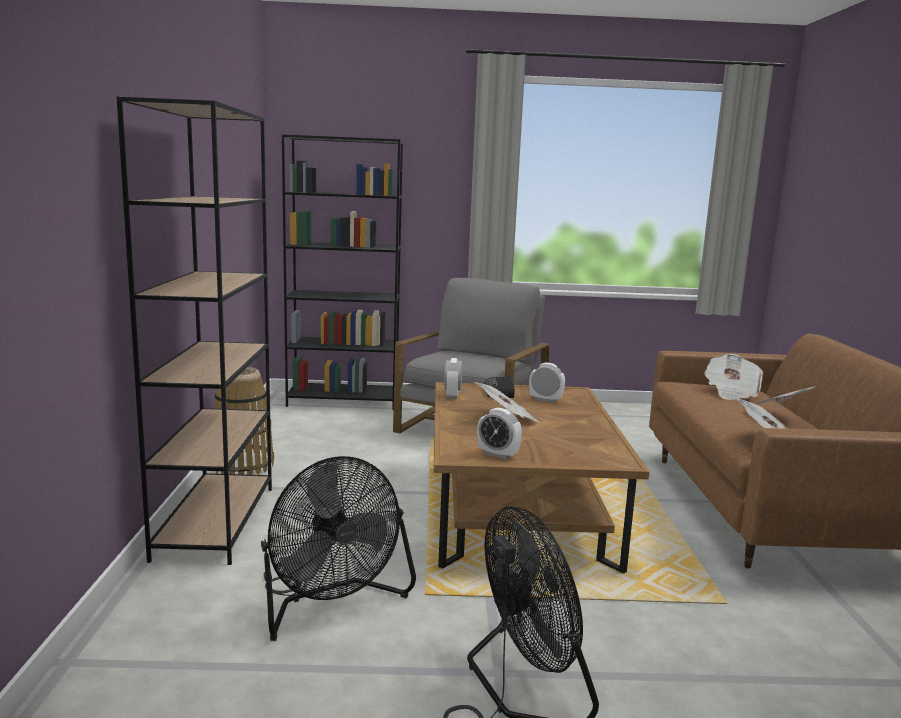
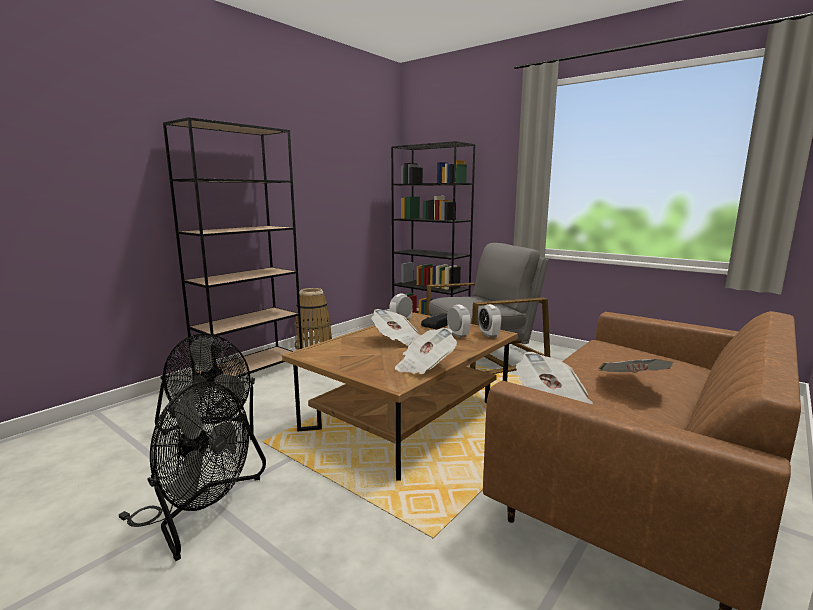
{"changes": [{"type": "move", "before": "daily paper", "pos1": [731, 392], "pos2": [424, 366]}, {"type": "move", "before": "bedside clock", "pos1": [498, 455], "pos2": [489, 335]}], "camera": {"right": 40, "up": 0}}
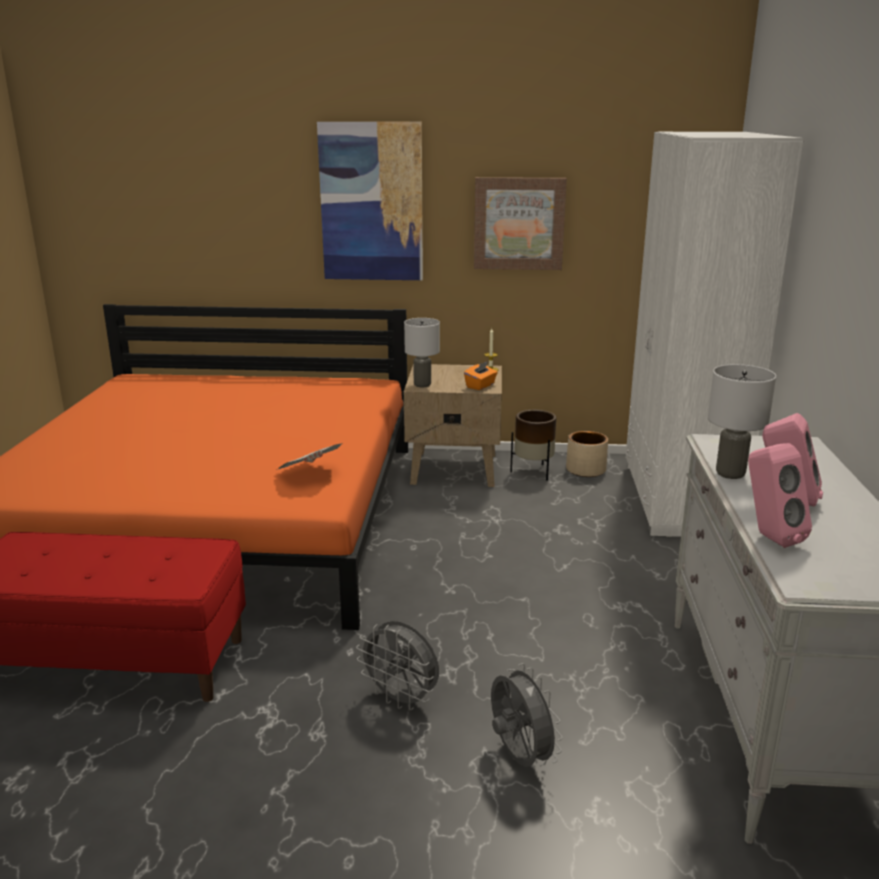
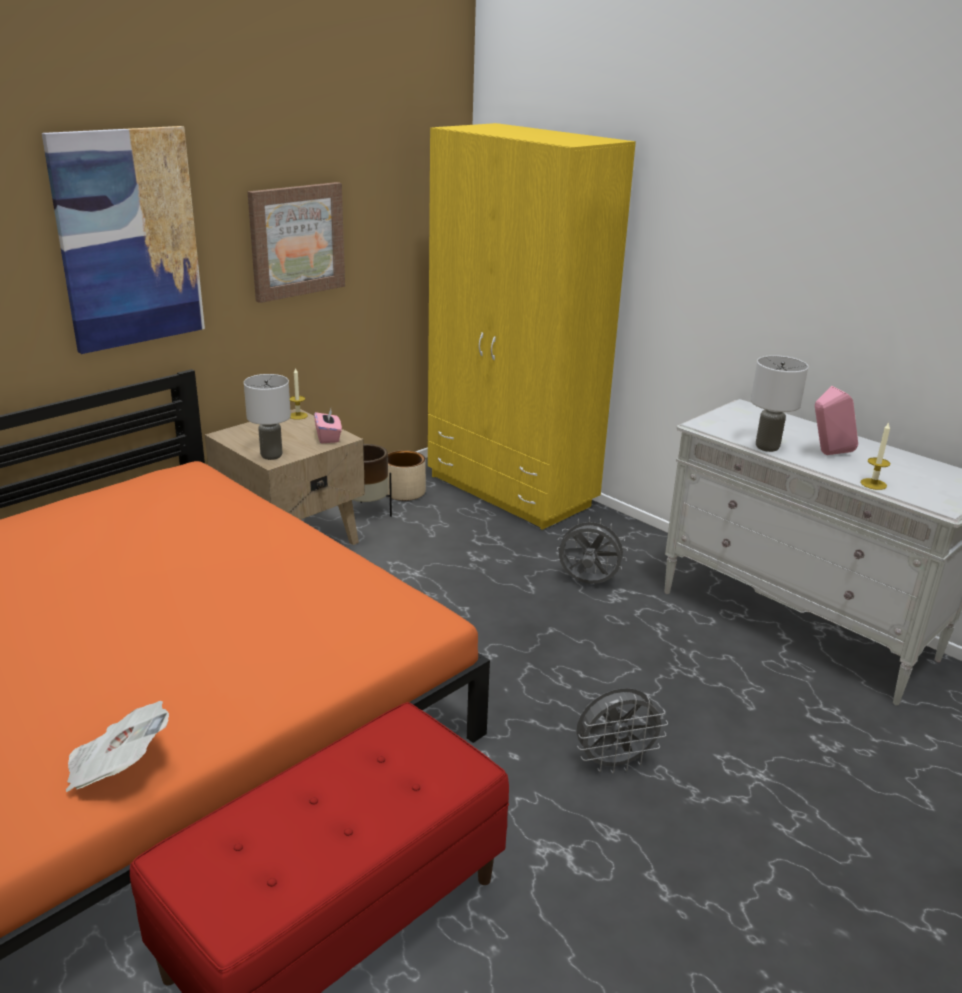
{"changes": [{"type": "recolor", "before": "white-coloured armoire", "after": "yellow armoire", "pos1": [677, 500], "pos2": [511, 491]}, {"type": "recolor", "before": "orange tissue holder", "after": "pinkish tissue holder", "pos1": [480, 386], "pos2": [328, 437]}, {"type": "move", "before": "daily paper", "pos1": [310, 473], "pos2": [118, 767]}, {"type": "replace", "before": "pinkish speaker", "after": "wax candle", "pos1": [768, 537], "pos2": [873, 484]}, {"type": "move", "before": "greyish fan", "pos1": [518, 757], "pos2": [587, 583]}], "camera": {"right": -50, "up": 5}}
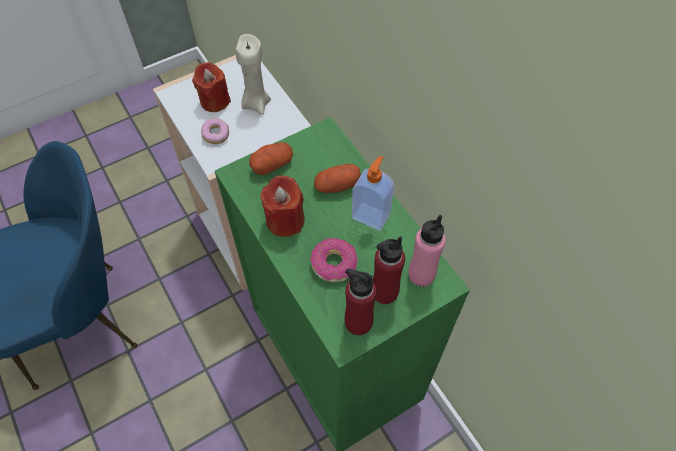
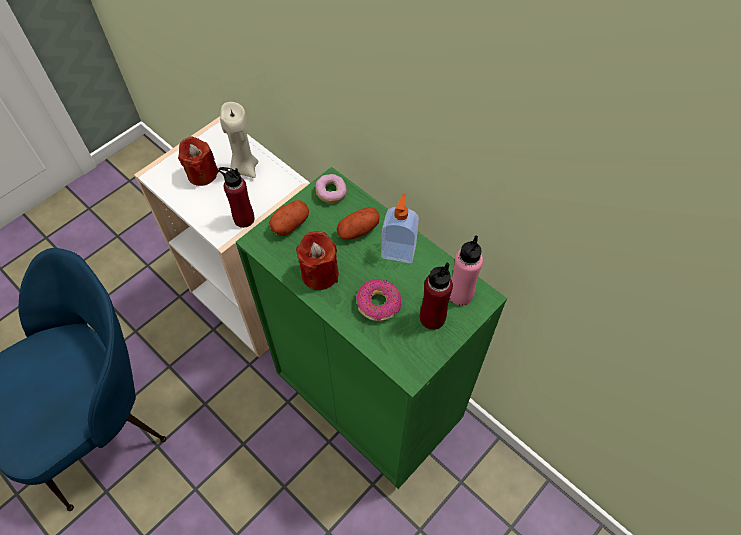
{"changes": [{"type": "move", "before": "ring doughnut", "pos1": [216, 135], "pos2": [331, 193]}, {"type": "move", "before": "reddish beverage bottle", "pos1": [358, 322], "pos2": [244, 219]}], "camera": {"right": -15, "up": 0}}
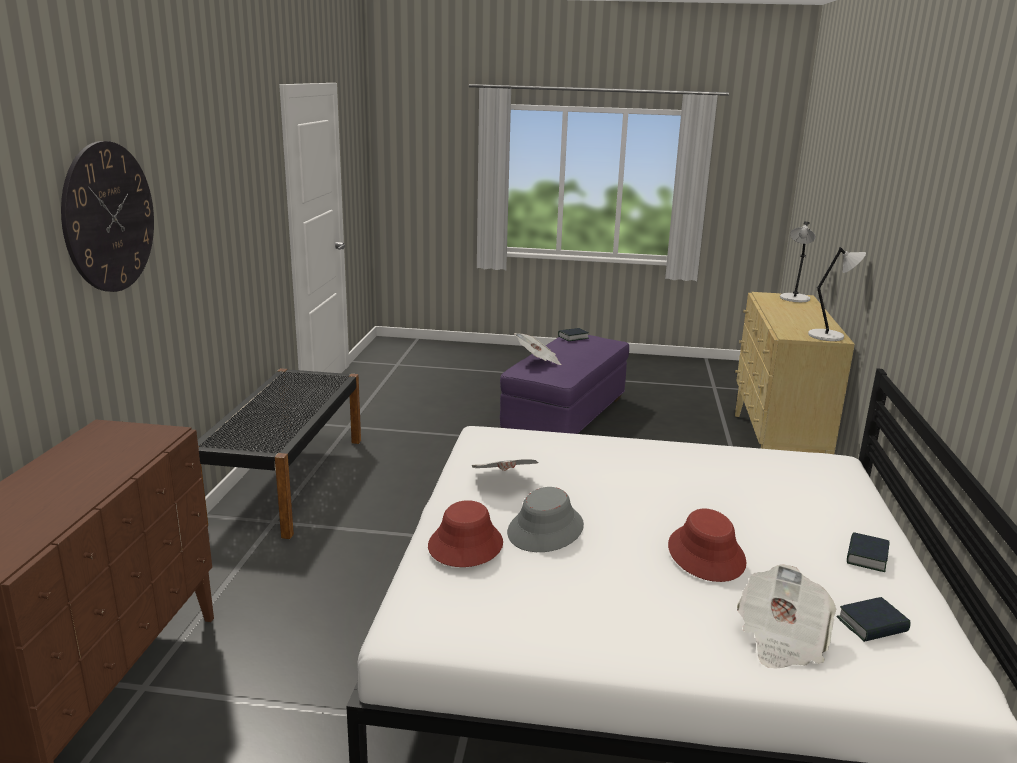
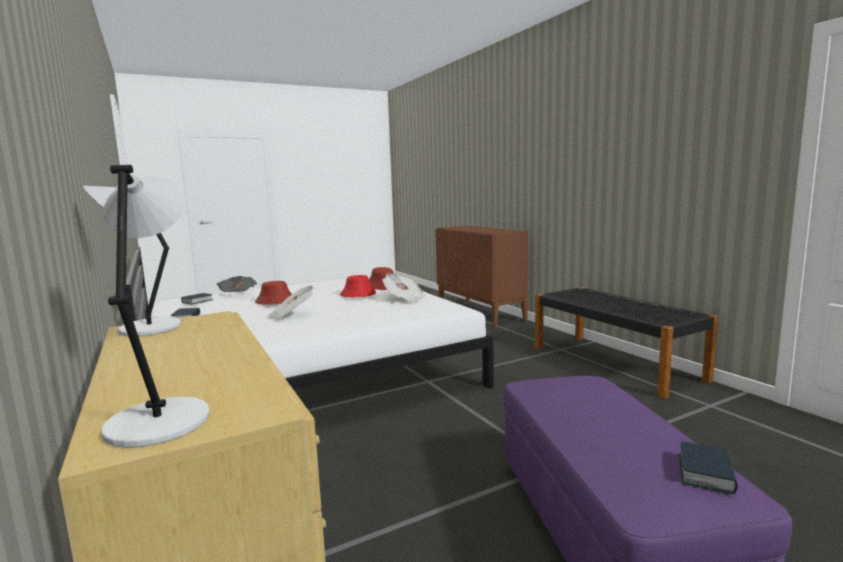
{"changes": [{"type": "delete", "before": "wall clock", "pos1": [109, 217]}, {"type": "move", "before": "daily paper", "pos1": [538, 361], "pos2": [291, 315]}, {"type": "recolor", "before": "greyish wearable hat", "after": "reddish wearable hat", "pos1": [546, 529], "pos2": [358, 294]}], "camera": {"right": 145, "up": -10}}
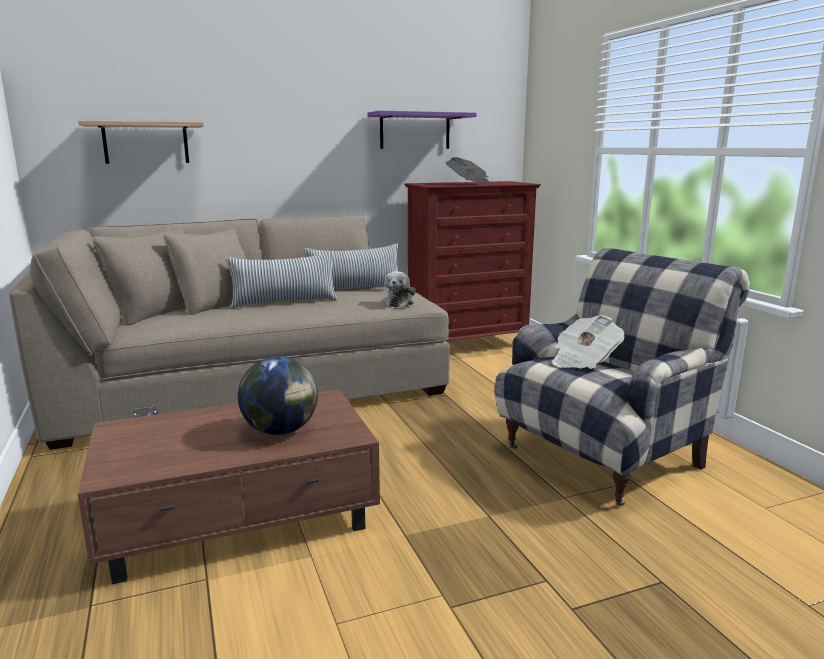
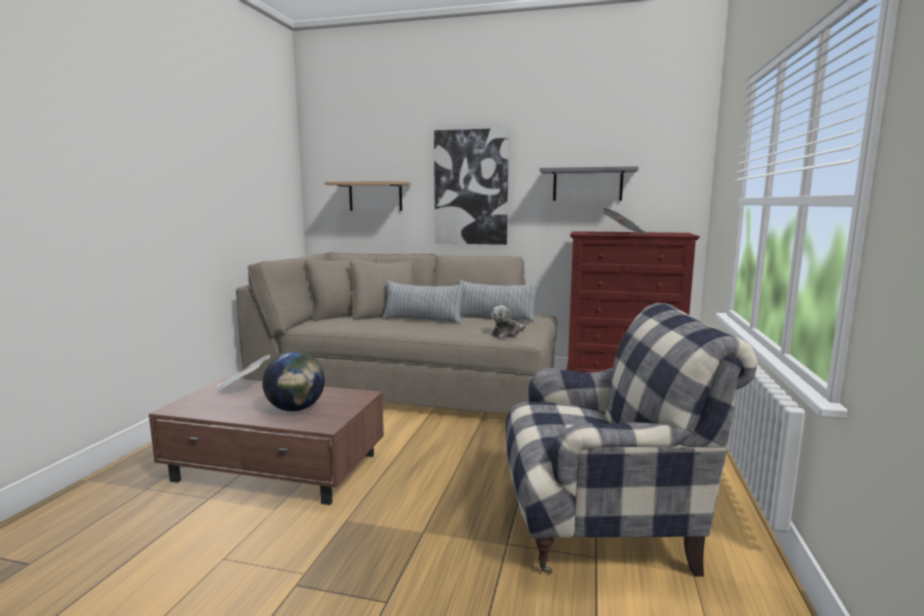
{"changes": [{"type": "recolor", "before": "purple shelf", "after": "greyish shelf", "pos1": [415, 131], "pos2": [587, 185]}, {"type": "move", "before": "daily paper", "pos1": [583, 360], "pos2": [242, 387]}, {"type": "insert", "after": "picture", "pos2": [471, 187]}], "camera": {"right": 35, "up": -5}}
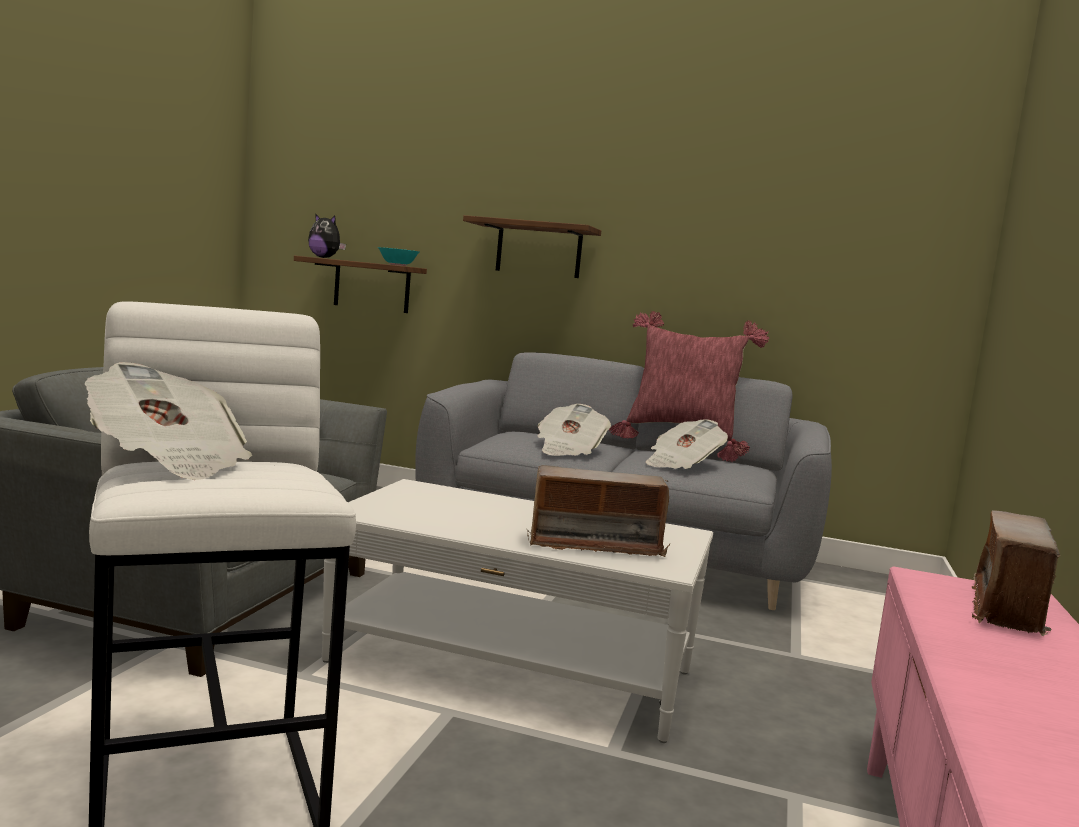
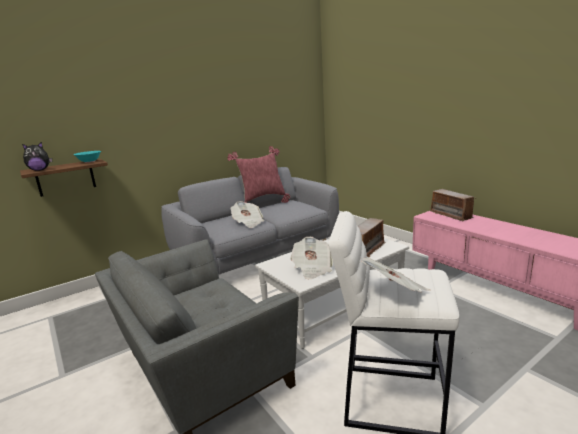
{"changes": [{"type": "delete", "before": "shelf", "pos1": [539, 250]}, {"type": "move", "before": "daily paper", "pos1": [681, 465], "pos2": [312, 268]}], "camera": {"right": -50, "up": 10}}
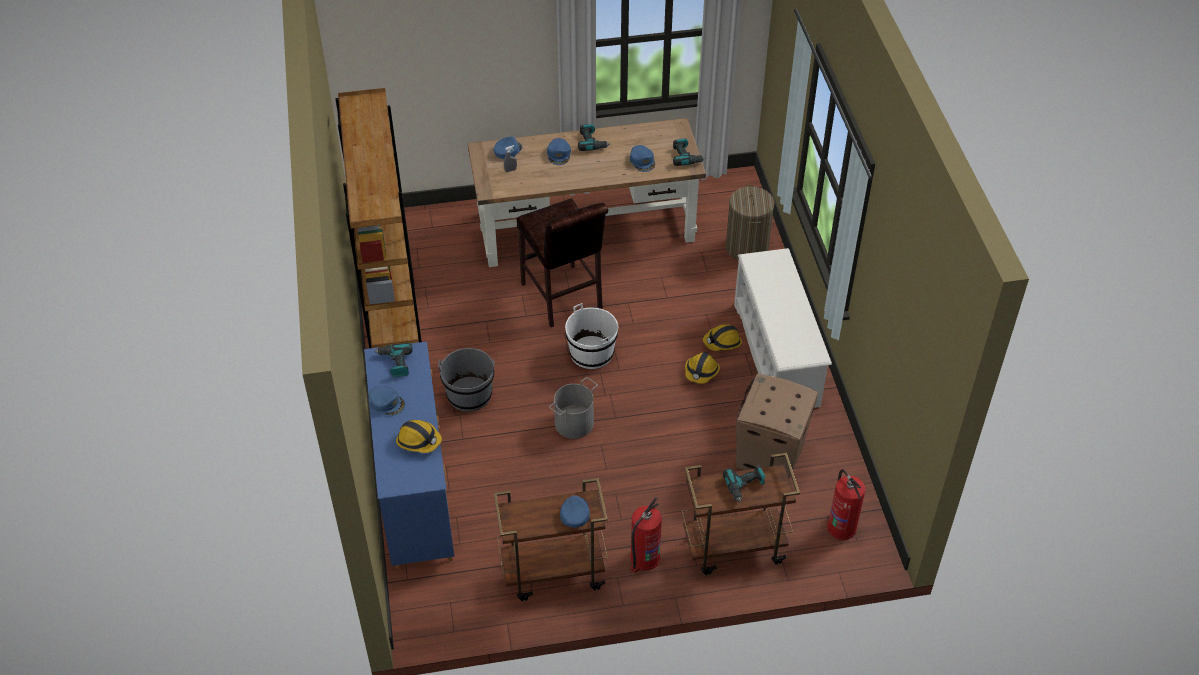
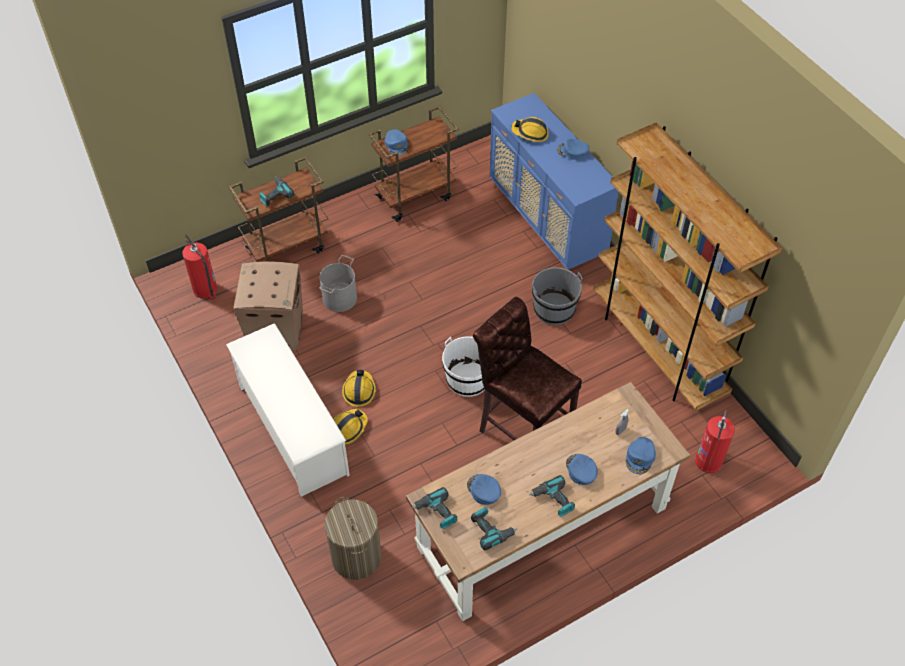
{"changes": [{"type": "move", "before": "power drill", "pos1": [395, 363], "pos2": [491, 530]}, {"type": "move", "before": "greyish bucket", "pos1": [573, 423], "pos2": [340, 298]}, {"type": "move", "before": "fire-fighting cylinder", "pos1": [644, 558], "pos2": [709, 460]}], "camera": {"right": 160, "up": 5}}
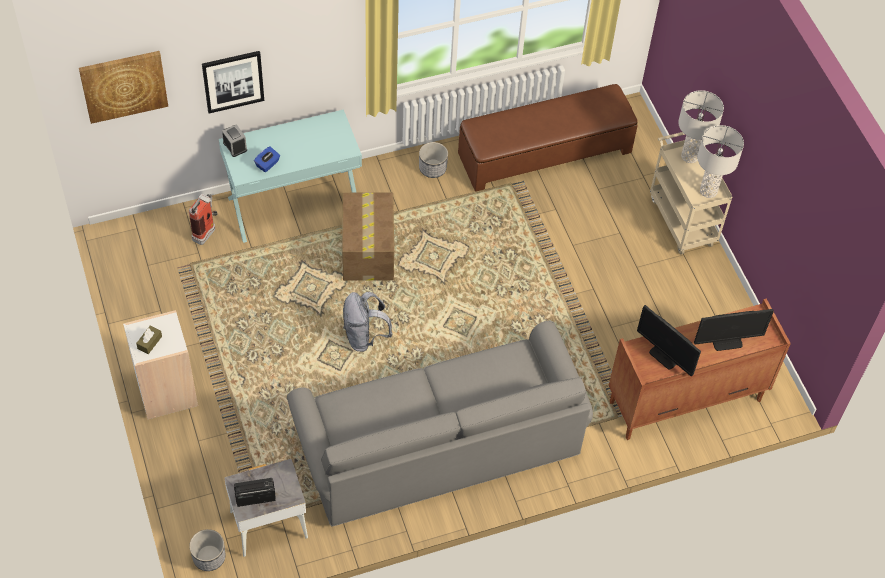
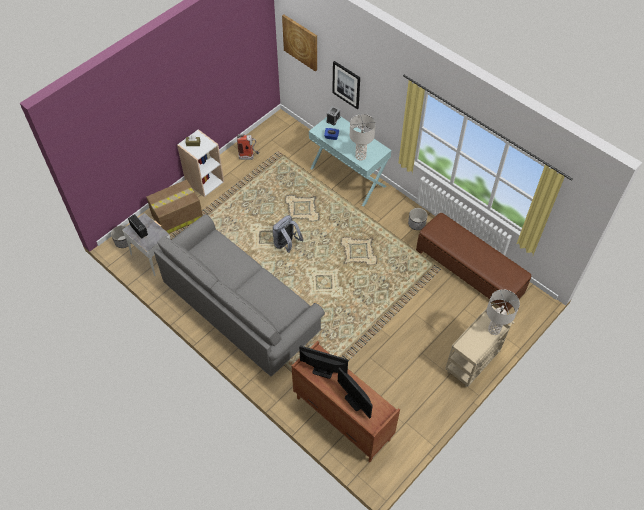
{"changes": [{"type": "move", "before": "white-coloured tabletop lamp", "pos1": [708, 191], "pos2": [360, 156]}, {"type": "move", "before": "packing box", "pos1": [368, 252], "pos2": [176, 217]}, {"type": "move", "before": "fire-fighting cylinder", "pos1": [207, 231], "pos2": [249, 157]}, {"type": "rotate", "before": "computer screen", "pos1": [665, 356], "pos2": [323, 370], "turn": 90}], "camera": {"right": 65, "up": 0}}
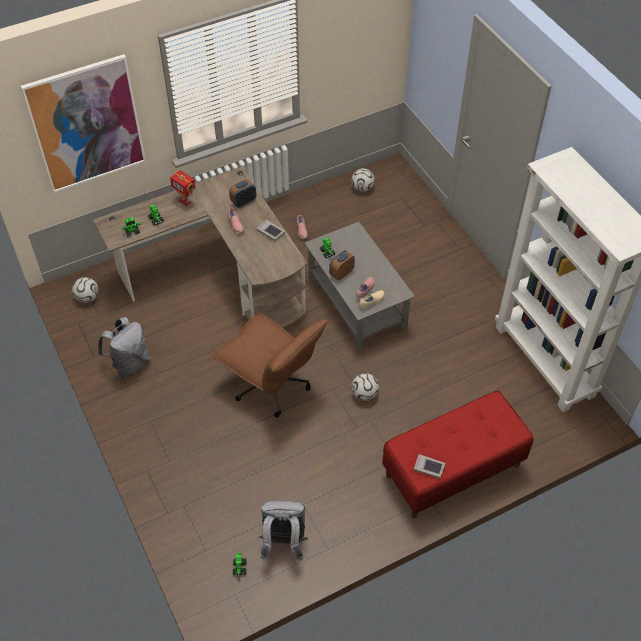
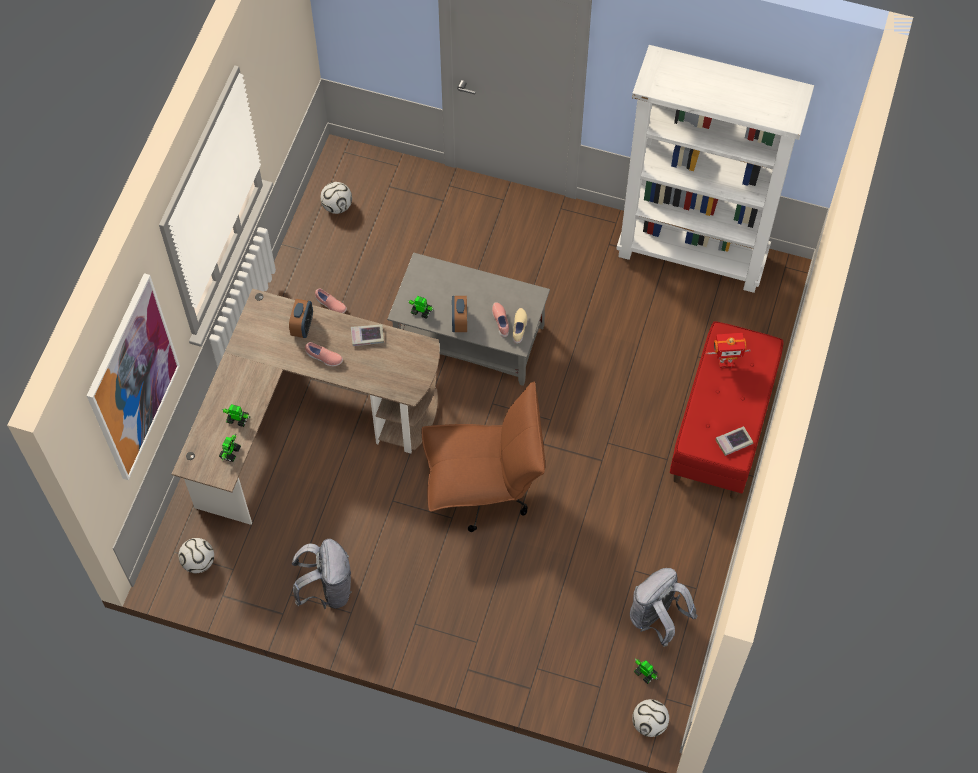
{"changes": [{"type": "move", "before": "model robot", "pos1": [185, 201], "pos2": [726, 362]}, {"type": "move", "before": "football", "pos1": [364, 394], "pos2": [649, 723]}], "camera": {"right": -45, "up": 10}}
